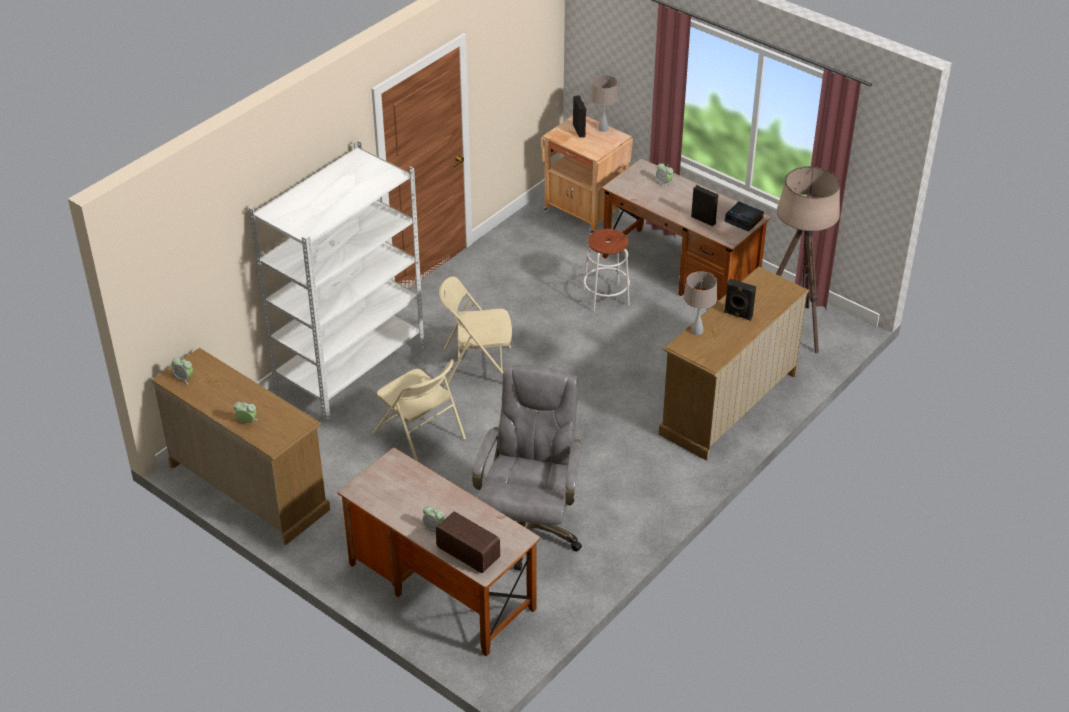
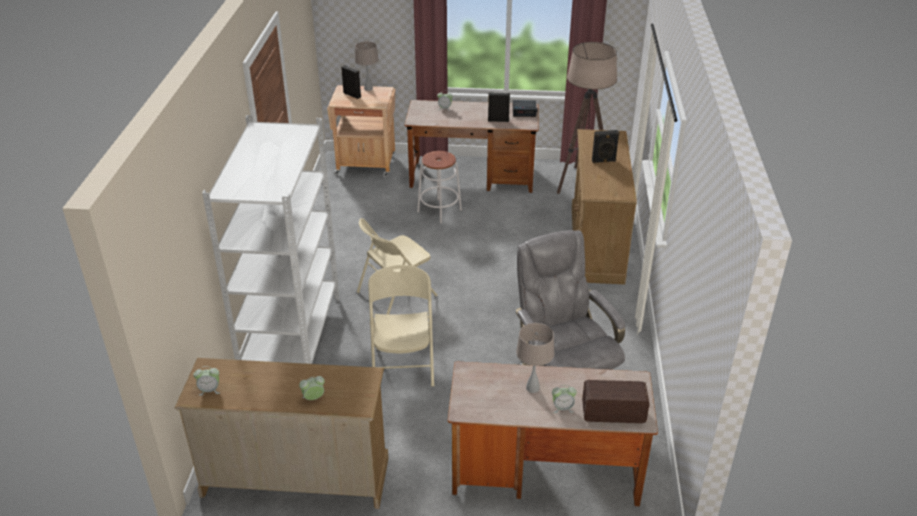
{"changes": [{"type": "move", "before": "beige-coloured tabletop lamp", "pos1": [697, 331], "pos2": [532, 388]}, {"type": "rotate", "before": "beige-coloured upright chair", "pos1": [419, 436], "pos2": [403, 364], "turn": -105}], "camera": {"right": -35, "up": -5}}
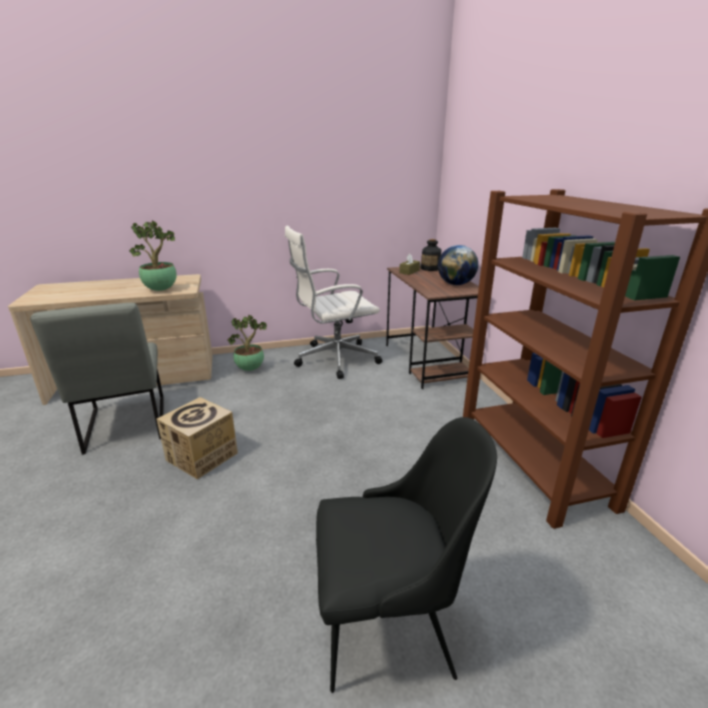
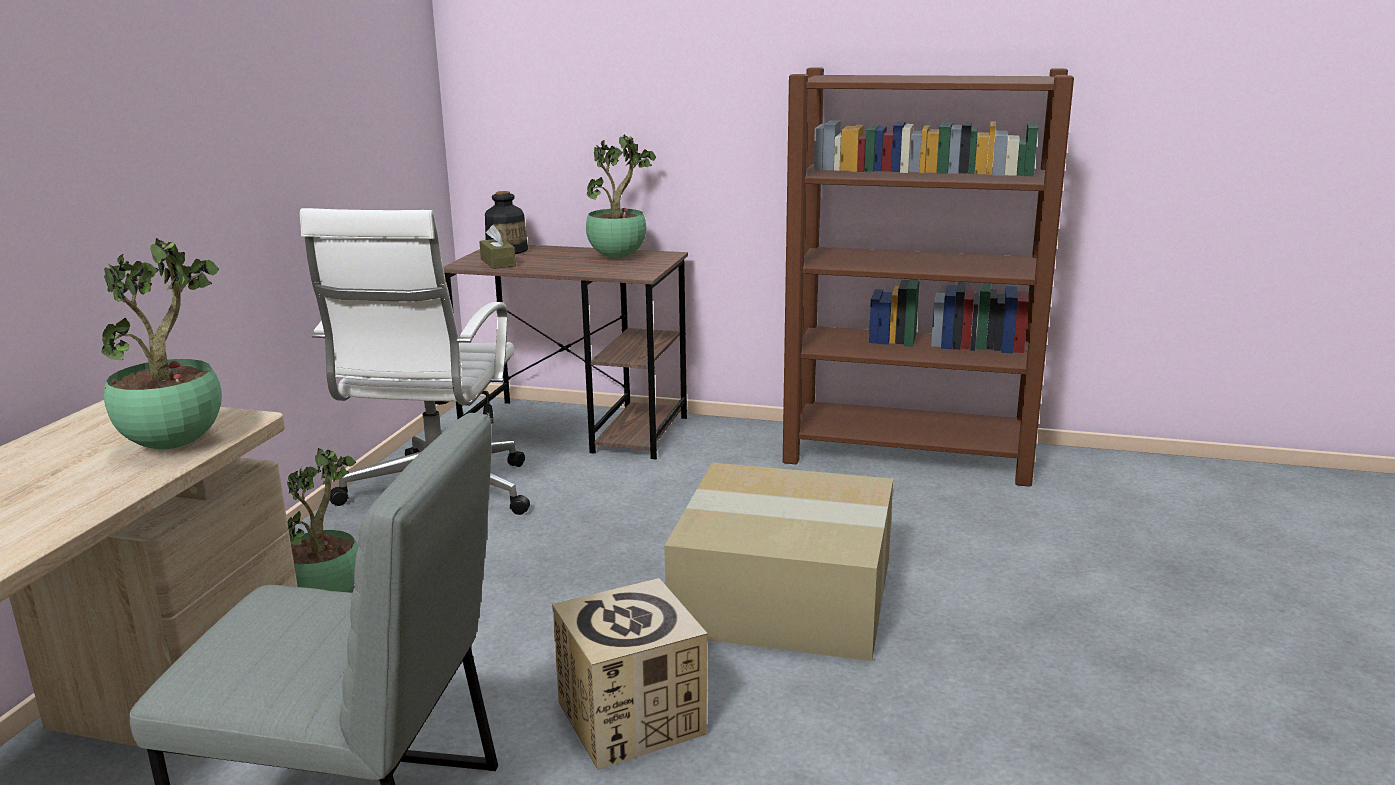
{"changes": [{"type": "replace", "before": "desk globe", "after": "houseplant", "pos1": [455, 284], "pos2": [618, 256]}, {"type": "delete", "before": "blackish upright chair", "pos1": [387, 630]}, {"type": "insert", "after": "packing box", "pos2": [788, 593]}], "camera": {"right": -60, "up": -5}}
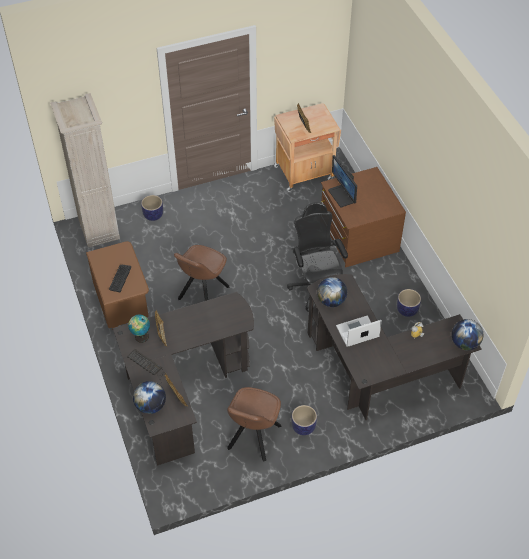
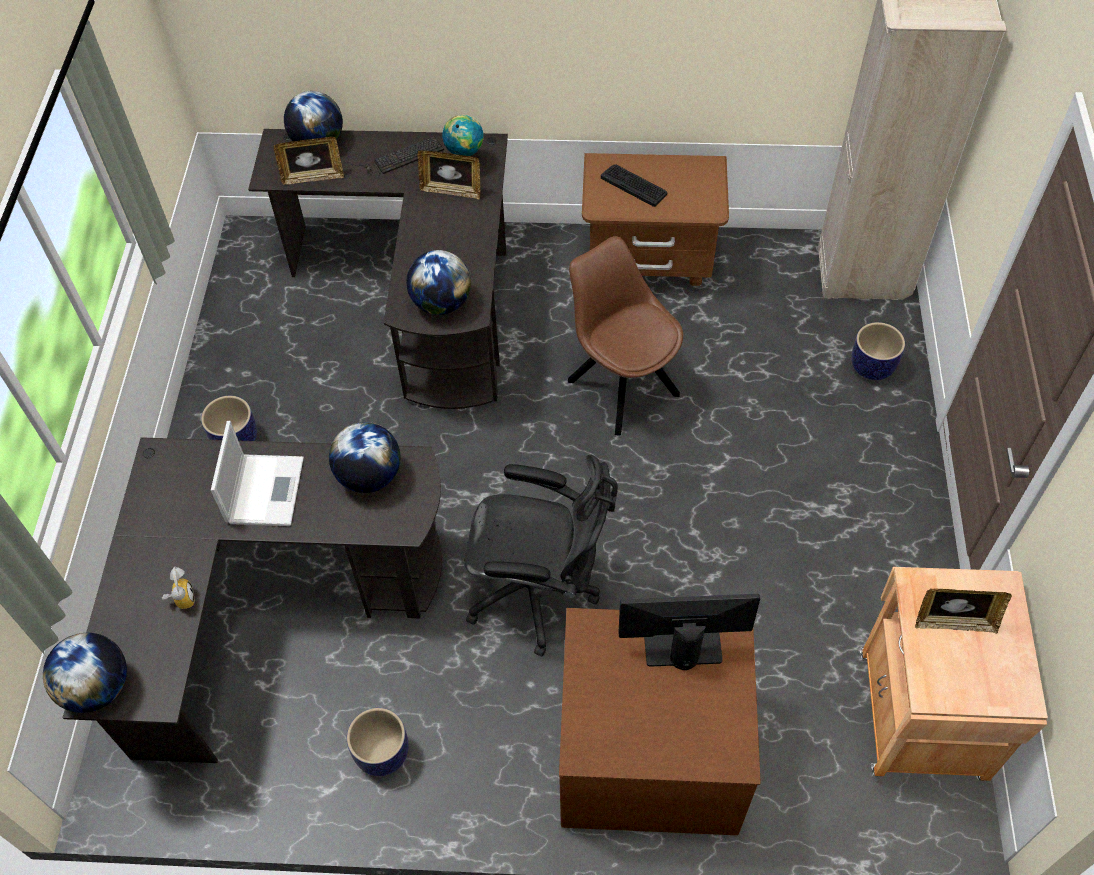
{"changes": [{"type": "delete", "before": "brownish upright chair", "pos1": [253, 437]}, {"type": "insert", "after": "desk globe", "pos2": [441, 303]}], "camera": {"right": 115, "up": 5}}
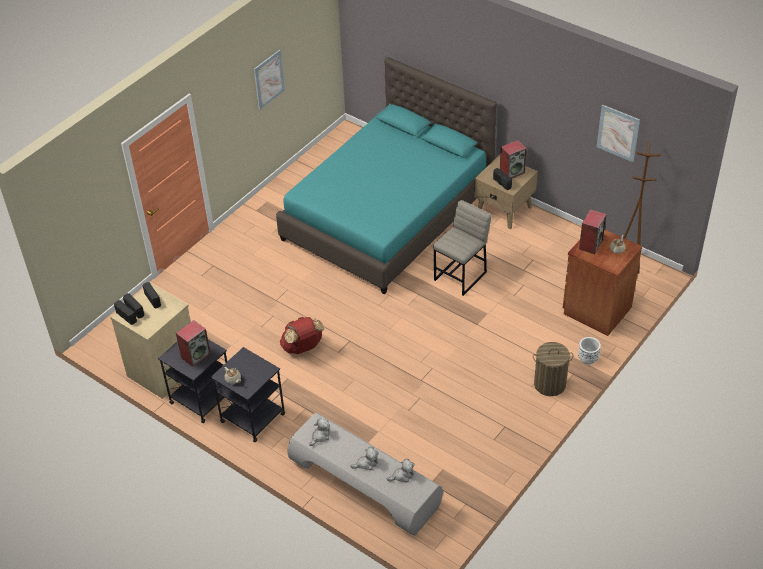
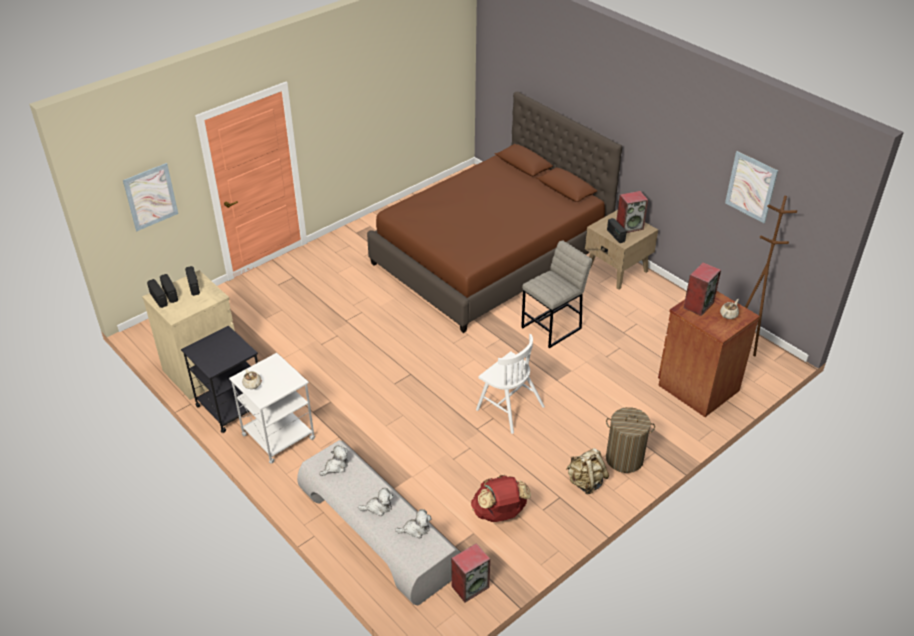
{"changes": [{"type": "move", "before": "picture", "pos1": [269, 79], "pos2": [150, 197]}, {"type": "recolor", "before": "turquoise bed", "after": "brownish bed", "pos1": [388, 214], "pos2": [492, 255]}, {"type": "move", "before": "reddish knapsack", "pos1": [302, 347], "pos2": [499, 514]}, {"type": "move", "before": "speaker", "pos1": [196, 355], "pos2": [470, 586]}, {"type": "delete", "before": "white-coloured flower pot", "pos1": [588, 359]}, {"type": "recolor", "before": "blackish trolley", "after": "white-coloured trolley", "pos1": [252, 417], "pos2": [278, 435]}, {"type": "insert", "after": "white-coloured upright chair", "pos2": [507, 406]}, {"type": "insert", "after": "beige-coloured knapsack", "pos2": [585, 482]}], "camera": {"right": 10, "up": -5}}
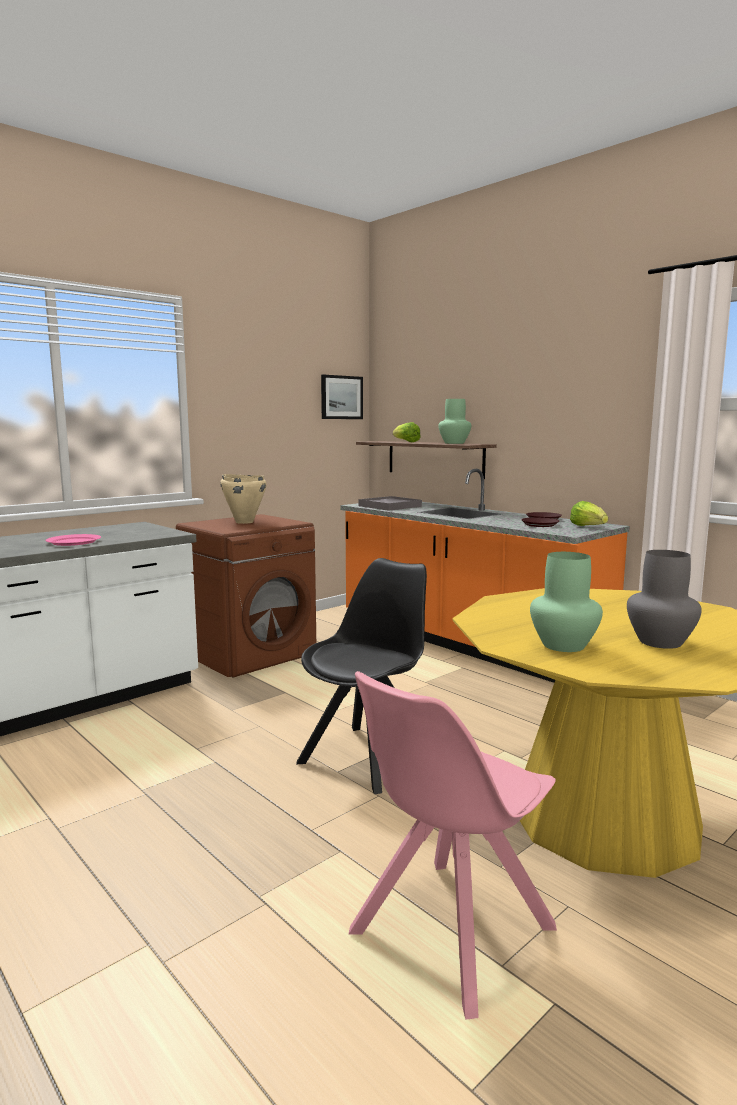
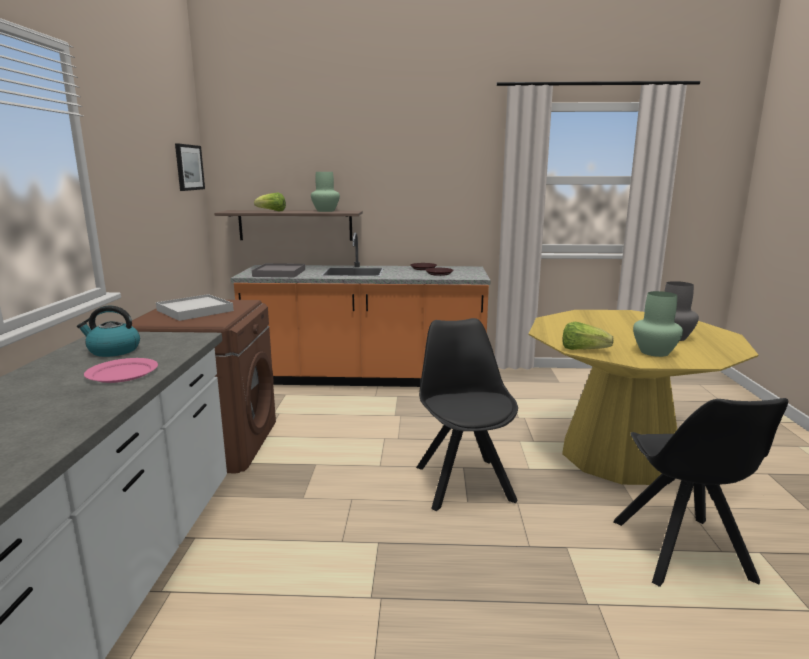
{"changes": [{"type": "replace", "before": "beige-coloured saucepot", "after": "white-coloured serving tray", "pos1": [244, 522], "pos2": [194, 310]}, {"type": "move", "before": "lettuce", "pos1": [588, 527], "pos2": [583, 350]}, {"type": "recolor", "before": "pinkish upright chair", "after": "blackish upright chair", "pos1": [448, 932], "pos2": [682, 552]}, {"type": "insert", "after": "water kettle", "pos2": [113, 351]}], "camera": {"right": -45, "up": 5}}
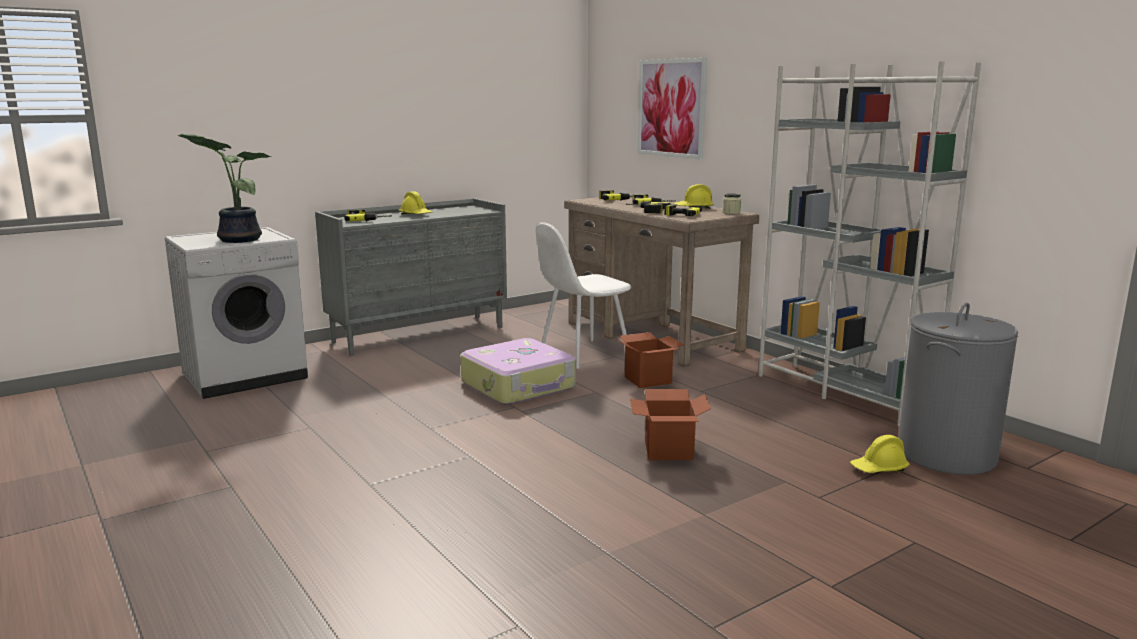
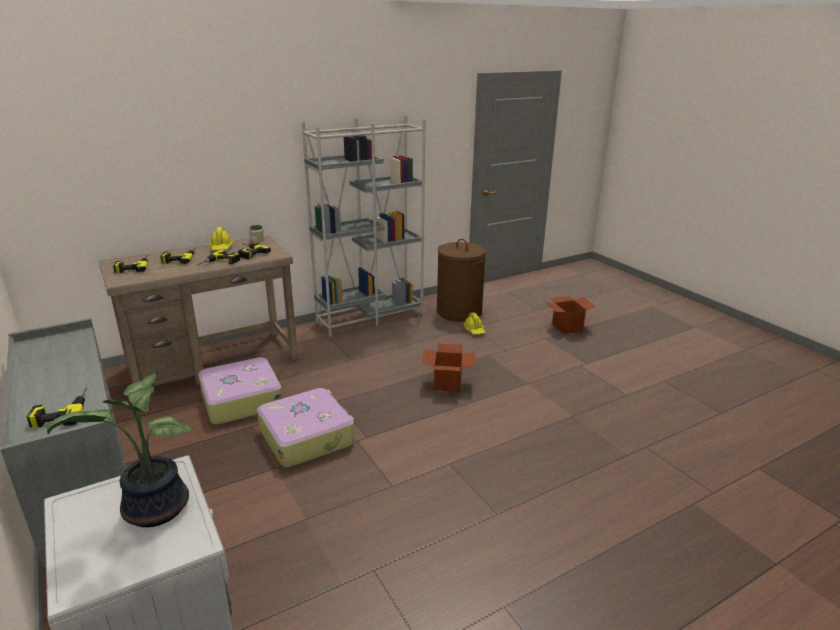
{"changes": [{"type": "delete", "before": "picture", "pos1": [671, 108]}, {"type": "delete", "before": "yellow hard hat", "pos1": [416, 215]}, {"type": "replace", "before": "white-coloured upright chair", "after": "piece of luggage", "pos1": [582, 354], "pos2": [241, 400]}, {"type": "recolor", "before": "greyish washing basket", "after": "brownish washing basket", "pos1": [945, 454], "pos2": [459, 312]}, {"type": "move", "before": "packing box", "pos1": [648, 380], "pos2": [567, 327]}], "camera": {"right": -85, "up": 10}}
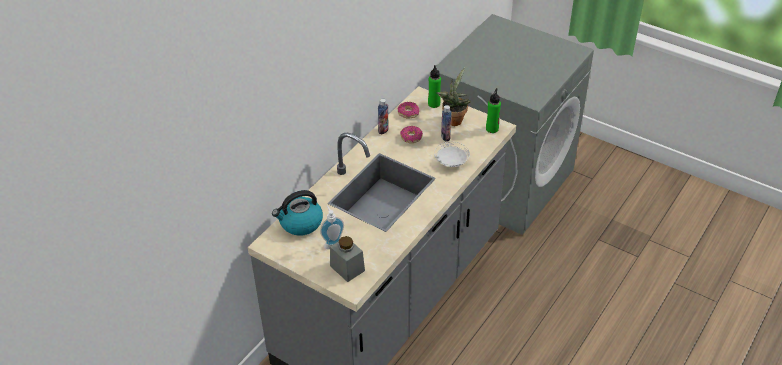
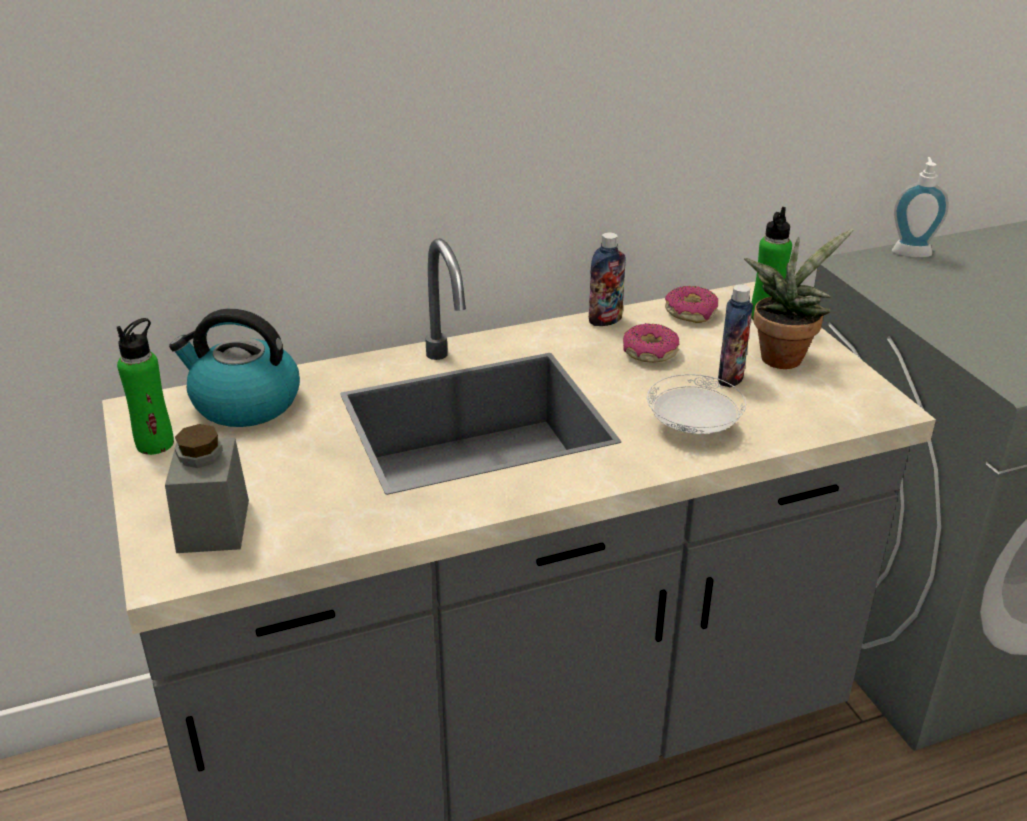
{"changes": [{"type": "move", "before": "green beverage bottle", "pos1": [492, 129], "pos2": [155, 444]}, {"type": "move", "before": "soap bottle", "pos1": [332, 243], "pos2": [911, 251]}], "camera": {"right": 35, "up": -10}}
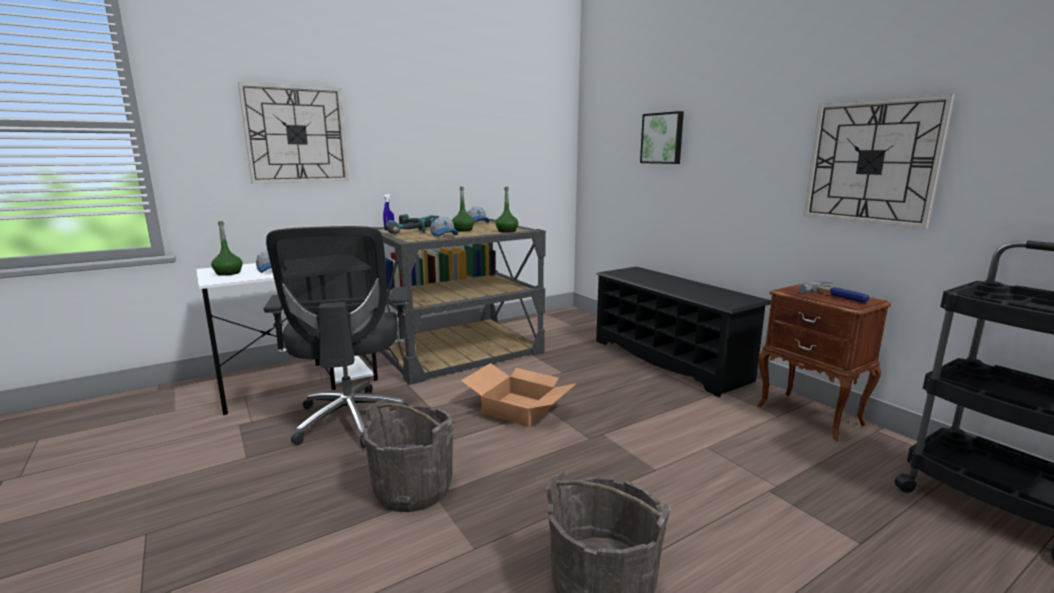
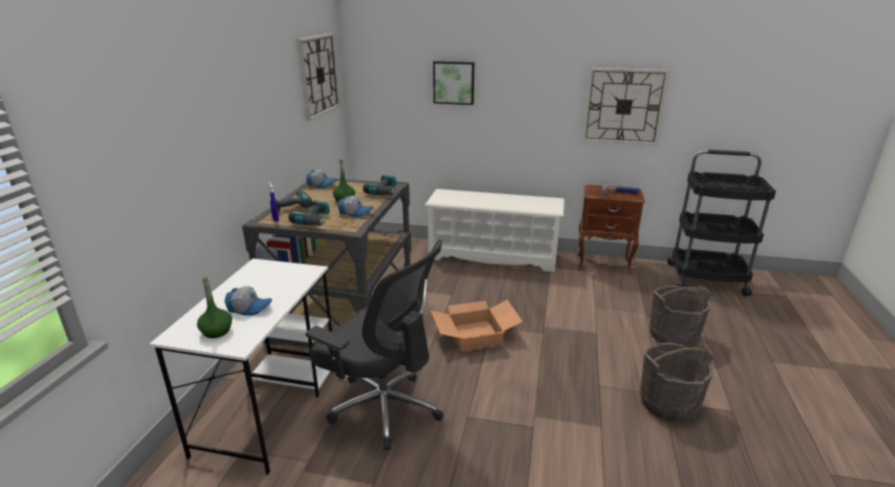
{"changes": [{"type": "move", "before": "wall clock", "pos1": [296, 134], "pos2": [319, 75]}, {"type": "replace", "before": "green beverage bottle", "after": "power drill", "pos1": [506, 231], "pos2": [385, 192]}, {"type": "recolor", "before": "blackish shoe shelf", "after": "white-coloured shoe shelf", "pos1": [670, 360], "pos2": [493, 256]}, {"type": "move", "before": "greyish bucket", "pos1": [413, 489], "pos2": [673, 335]}], "camera": {"right": -45, "up": 10}}
